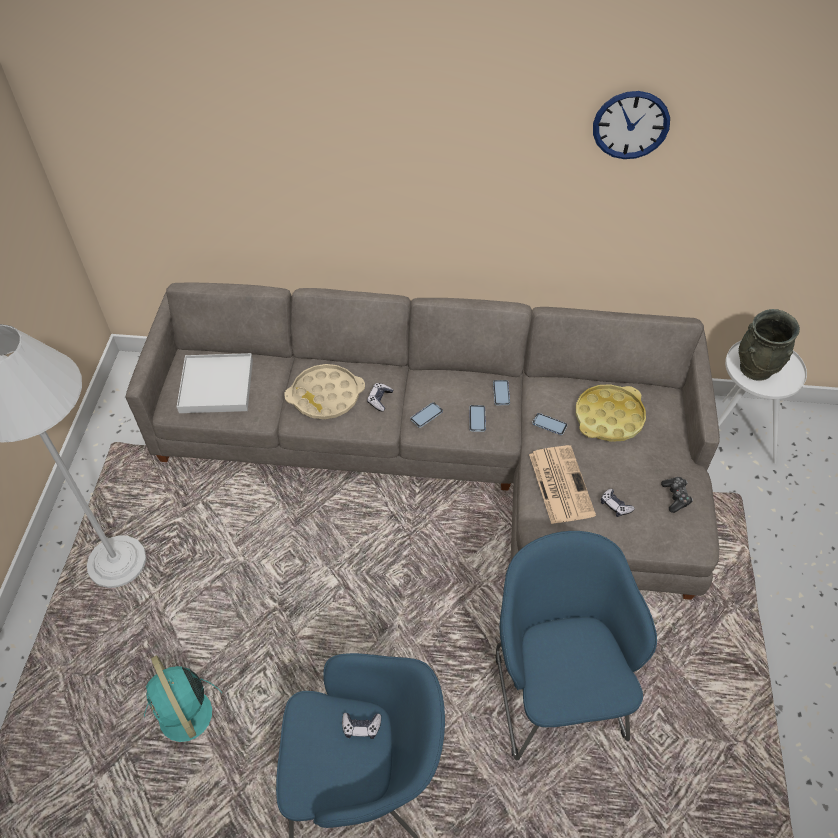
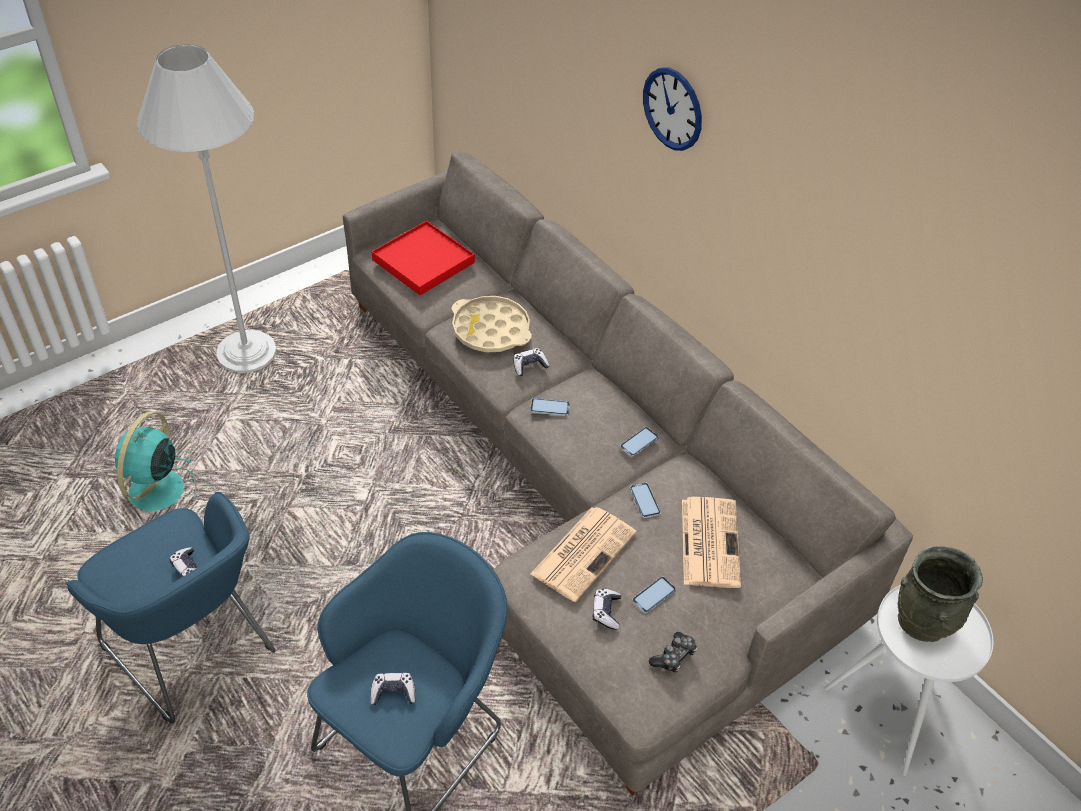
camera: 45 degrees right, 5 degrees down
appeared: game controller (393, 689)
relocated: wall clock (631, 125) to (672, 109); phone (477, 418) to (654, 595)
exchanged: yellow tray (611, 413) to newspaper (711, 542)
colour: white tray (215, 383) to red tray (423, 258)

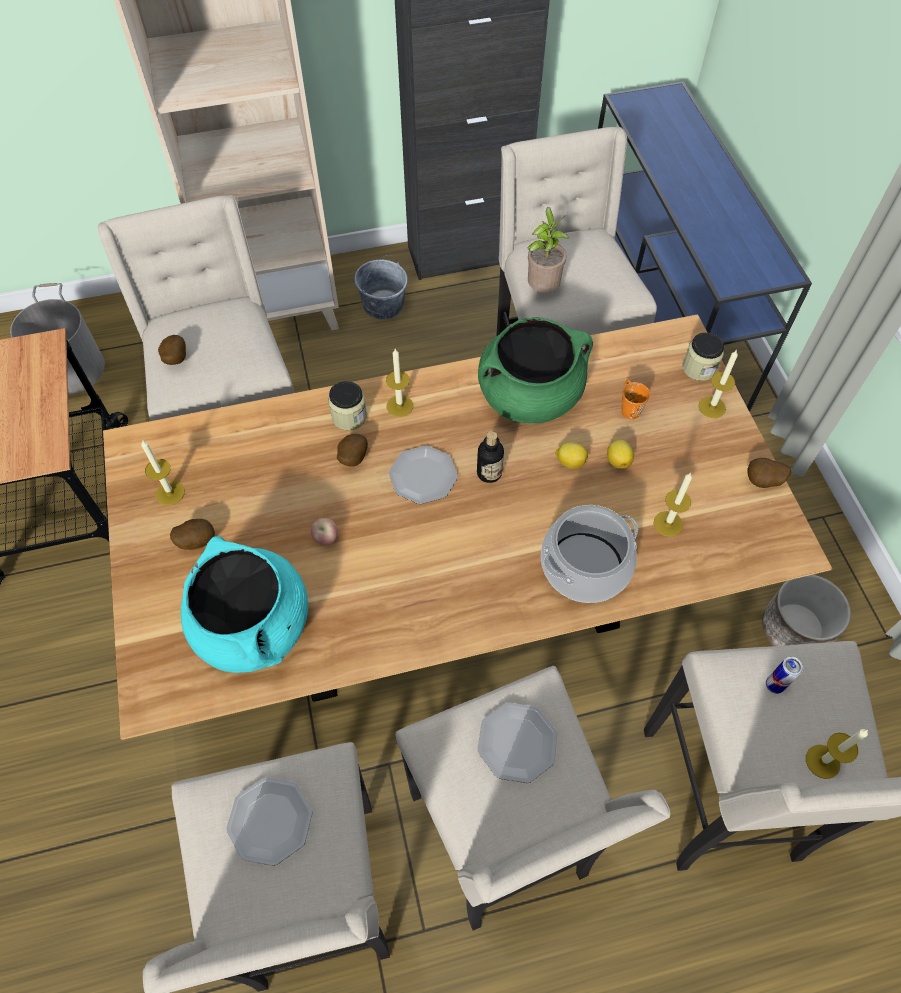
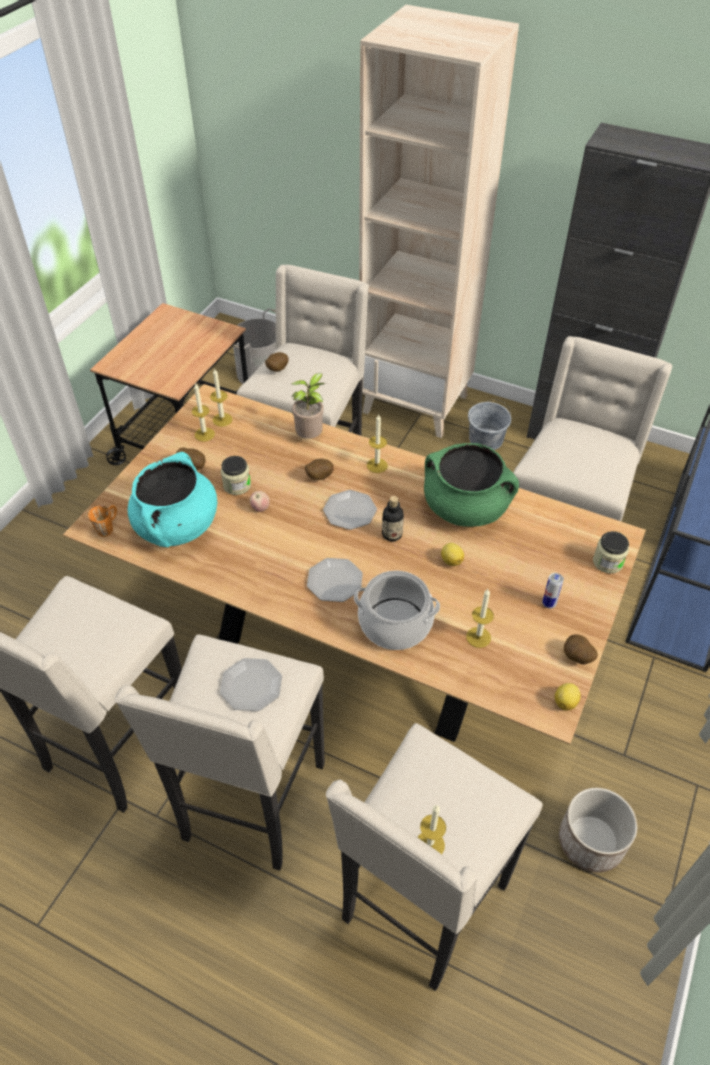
camera: 40 degrees right, 10 degrees down
relocated: potted plant (548, 250) to (308, 406); candle (718, 384) to (221, 397); orange mug (635, 399) to (102, 521); jar (347, 405) to (236, 475); lemon (620, 454) to (568, 697); can (784, 675) to (553, 590); plate (269, 821) to (335, 580)

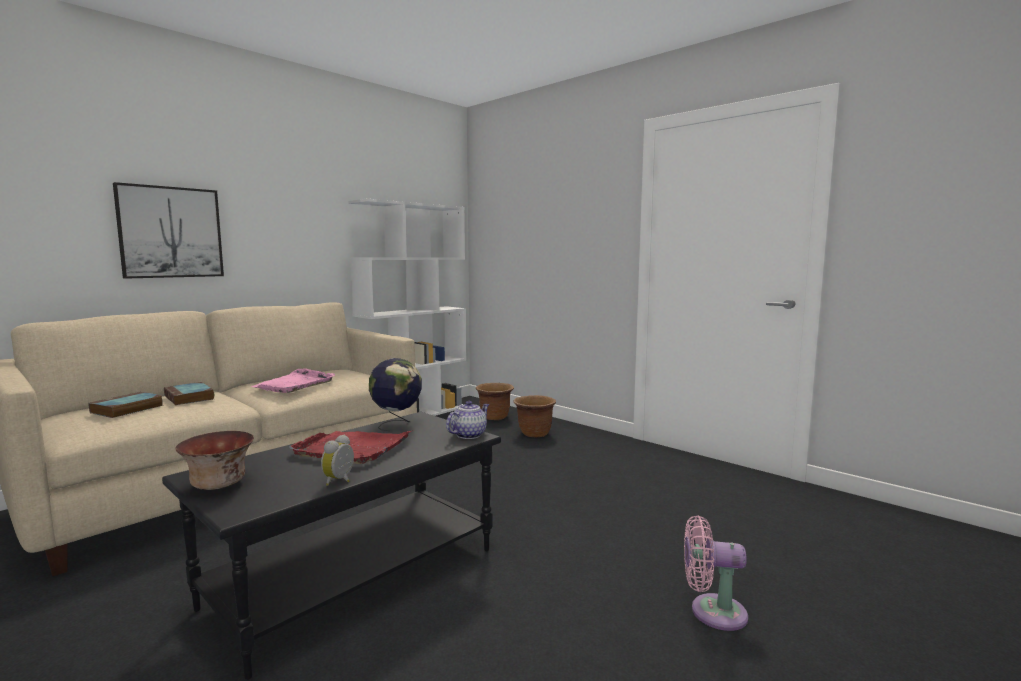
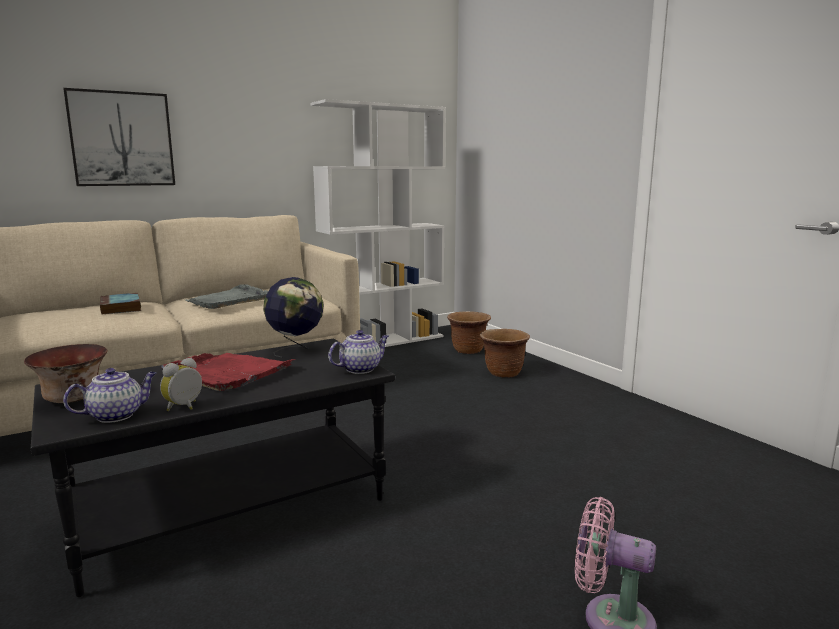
camera: 15 degrees right, 5 degrees up
missing: book (126, 405)
appeared: teapot (110, 395)
colour: pink tray (293, 380) to grey tray (226, 296)

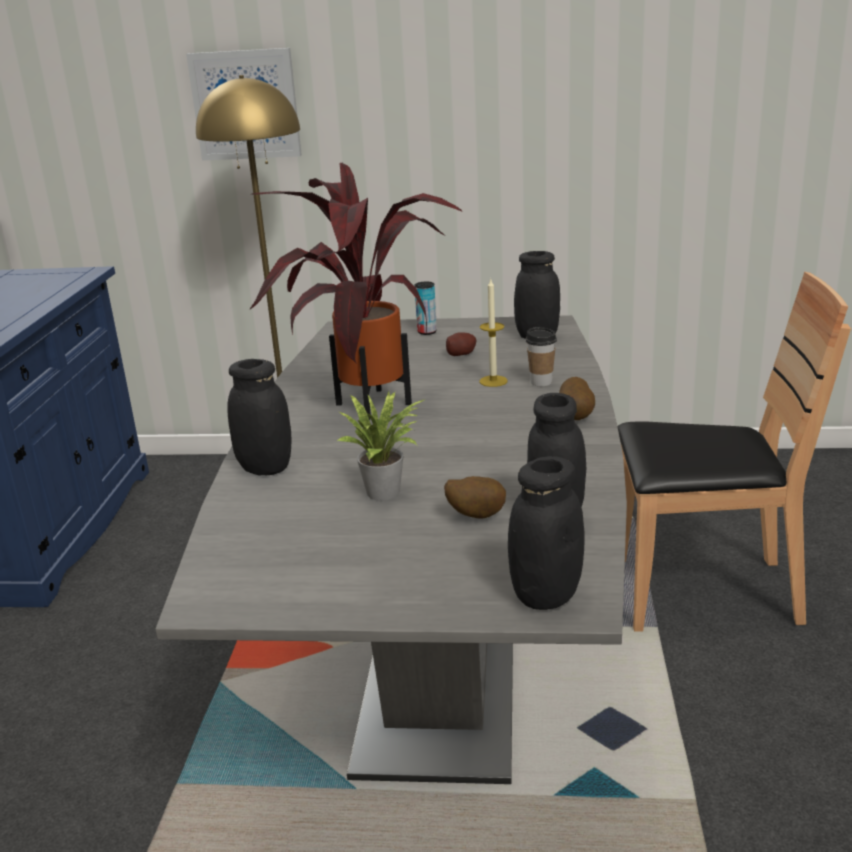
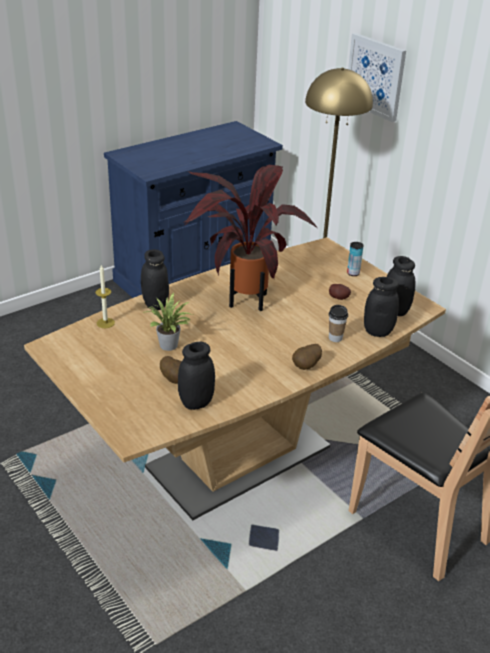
camera: 45 degrees right, 10 degrees up
relocated: candle (493, 332) to (105, 296); black jar (546, 533) to (381, 307)
colour: grey dining table (391, 549) to brown dining table (235, 378)

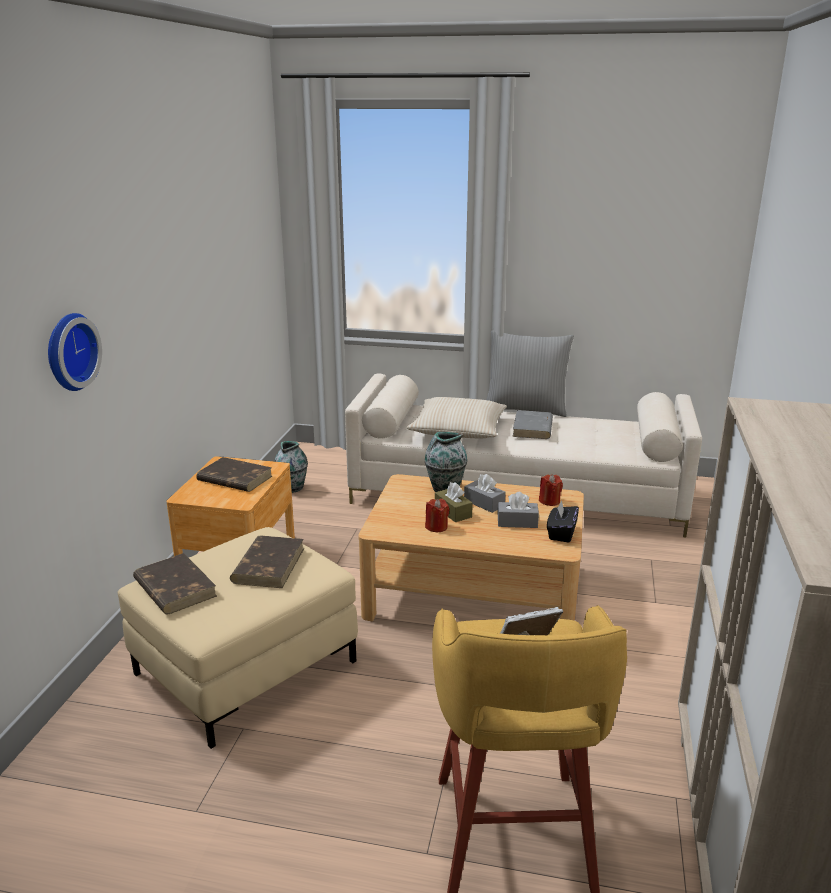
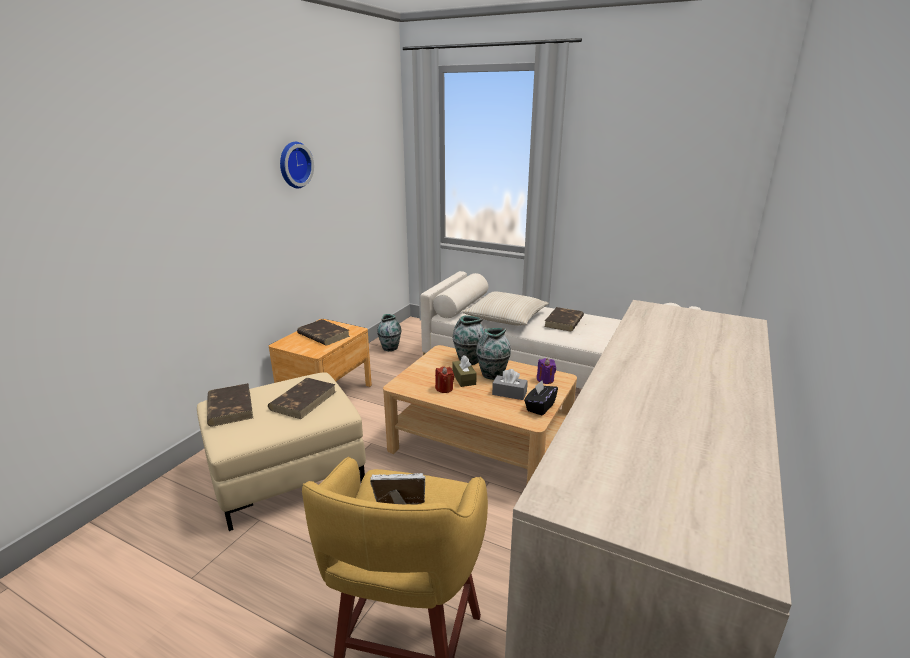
camera: 15 degrees right, 0 degrees up
missing: grey pillow (530, 373)
relocated: wall clock (75, 352) to (297, 165)
exchanged: grey tissue box (485, 493) to vase (493, 354)
colour: grey book (532, 424) to brown book (564, 319); red candle (551, 490) to purple candle (546, 371)

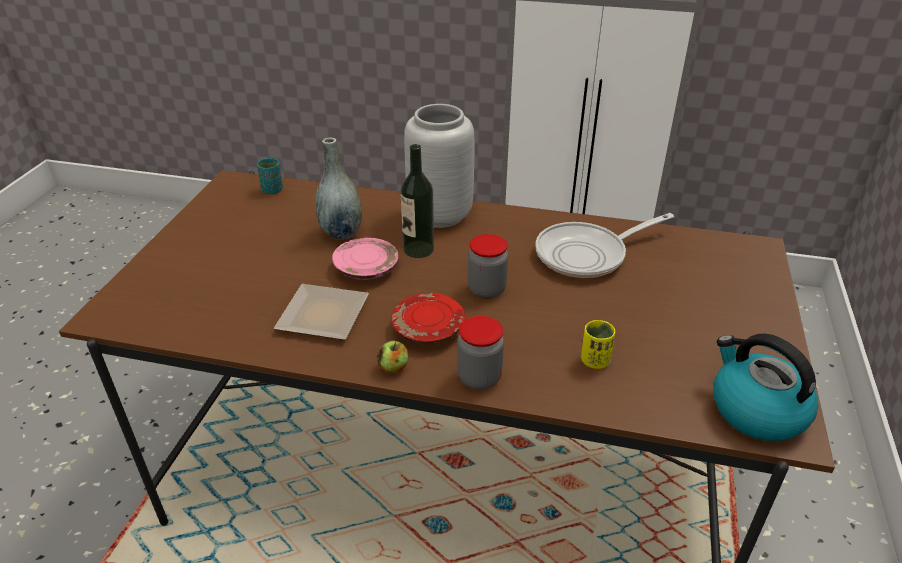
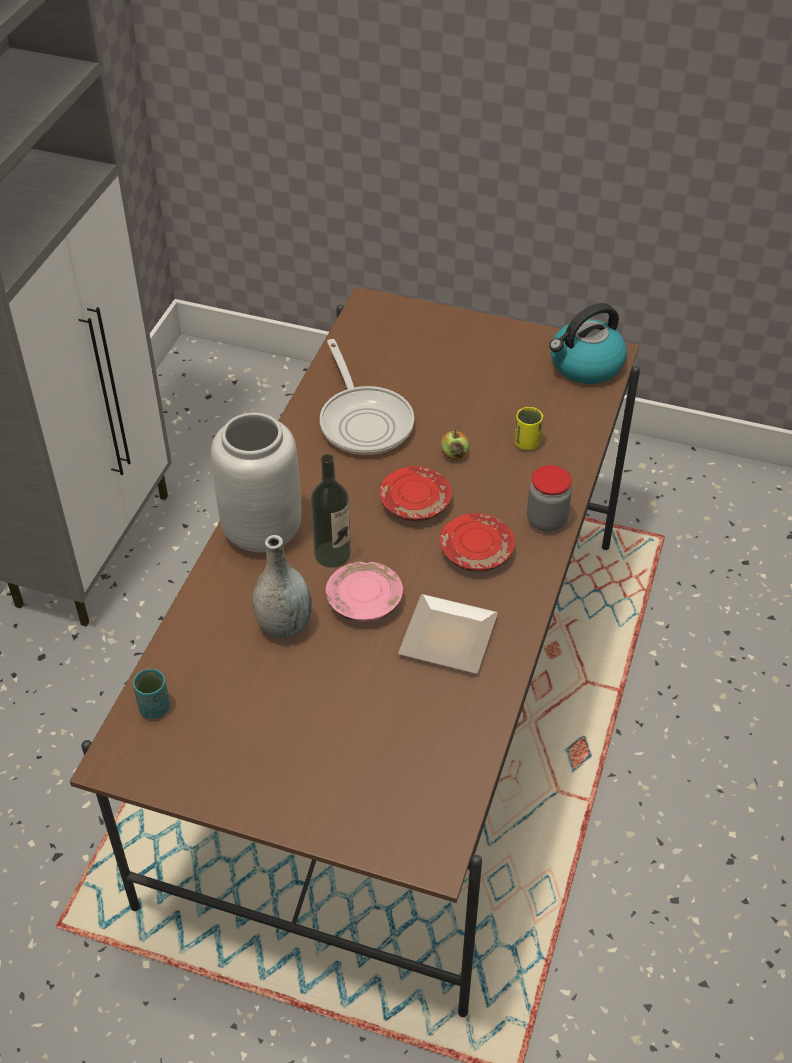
camera: 85 degrees left, 10 degrees up
relocated: apple (393, 357) to (455, 445)
exchanged: jar (488, 266) to red plate (415, 493)

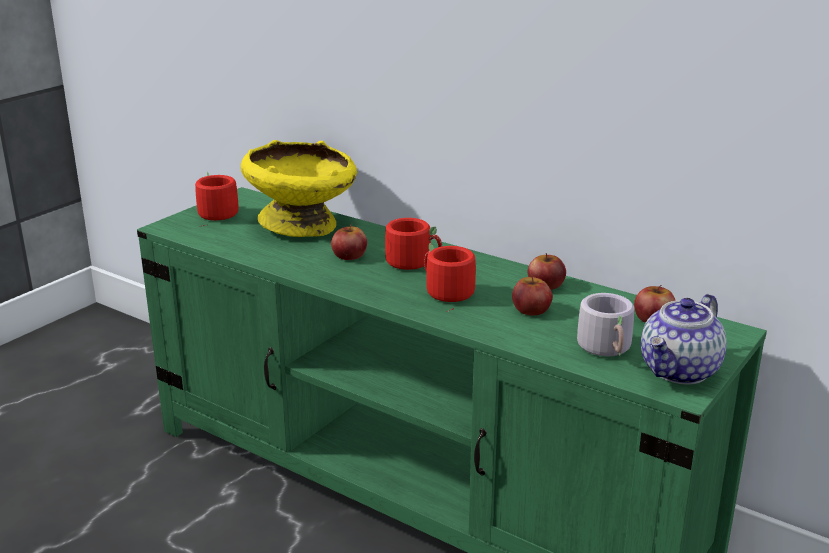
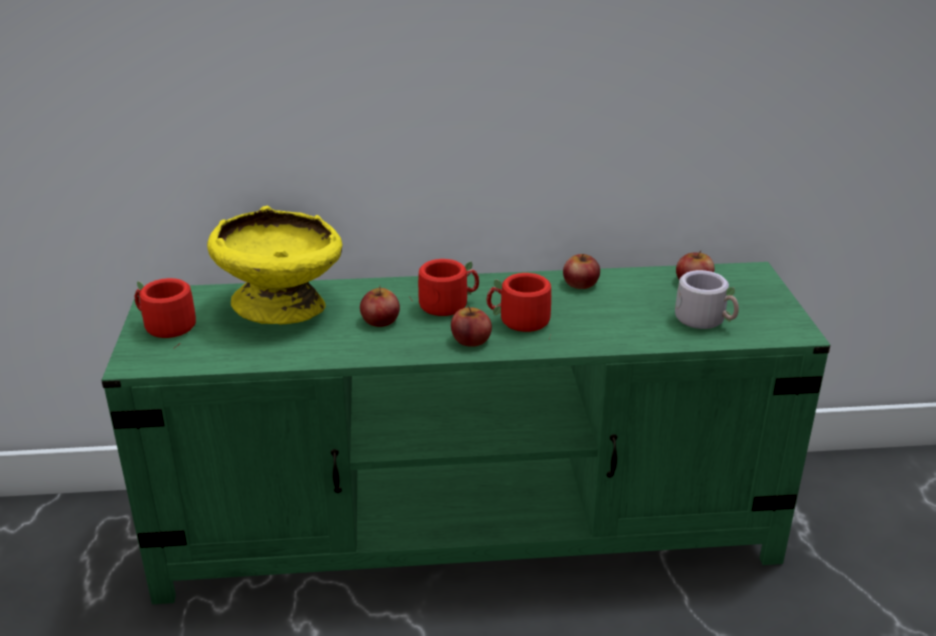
camera: 40 degrees left, 5 degrees up
missing: teapot (684, 339)
relocated: apple (532, 294) to (471, 326)

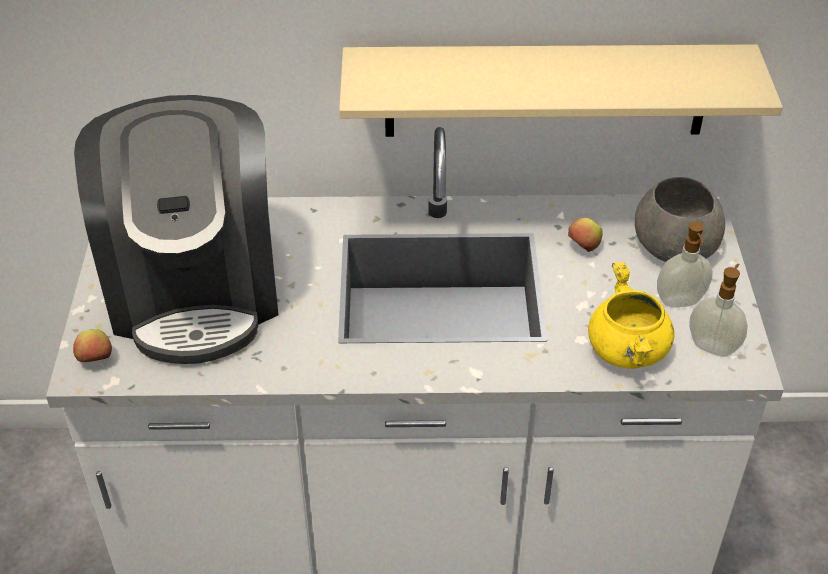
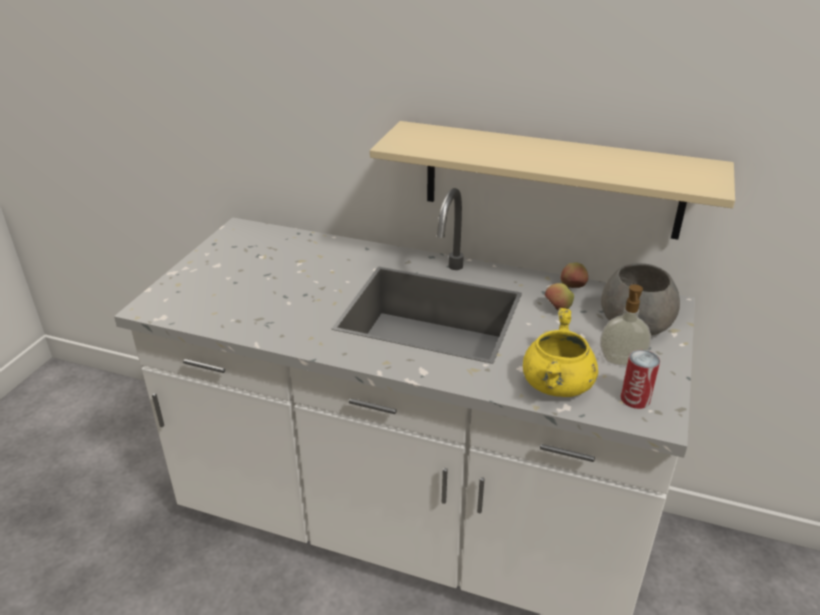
camera: 20 degrees right, 10 degrees down
missing: coffee machine (176, 229)
relocated: apple (92, 345) to (574, 275)
exchanged: soap dispenser (718, 310) to can (640, 379)

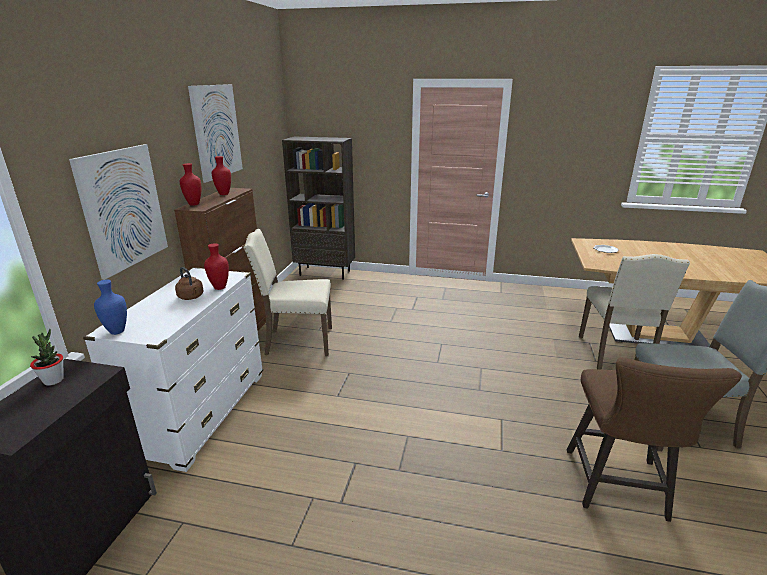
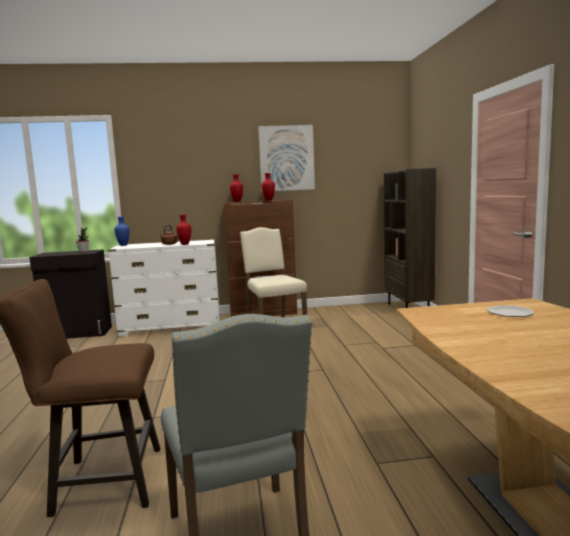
camera: 70 degrees right, 15 degrees down
missing: picture (118, 212); beige chair (634, 312)

